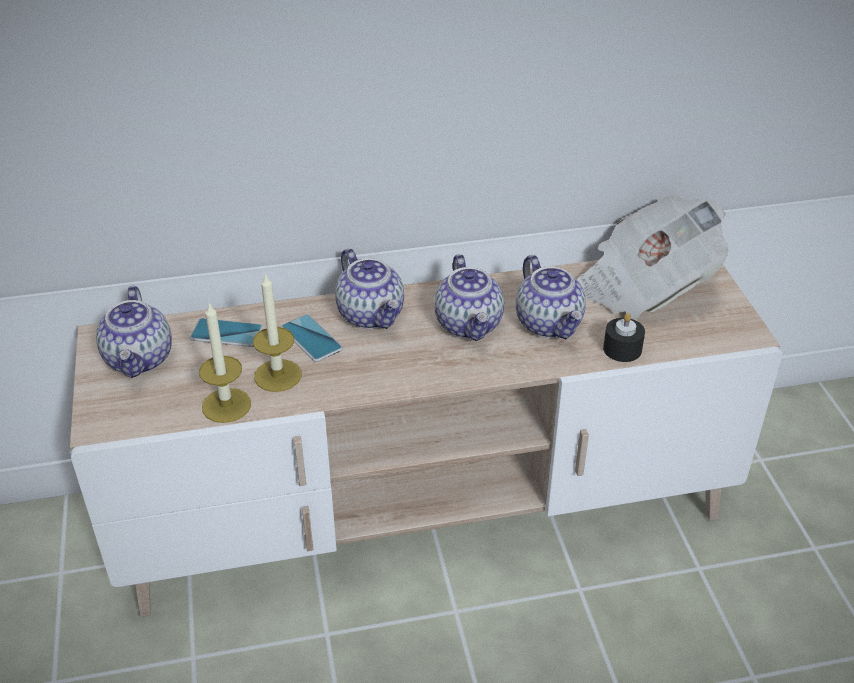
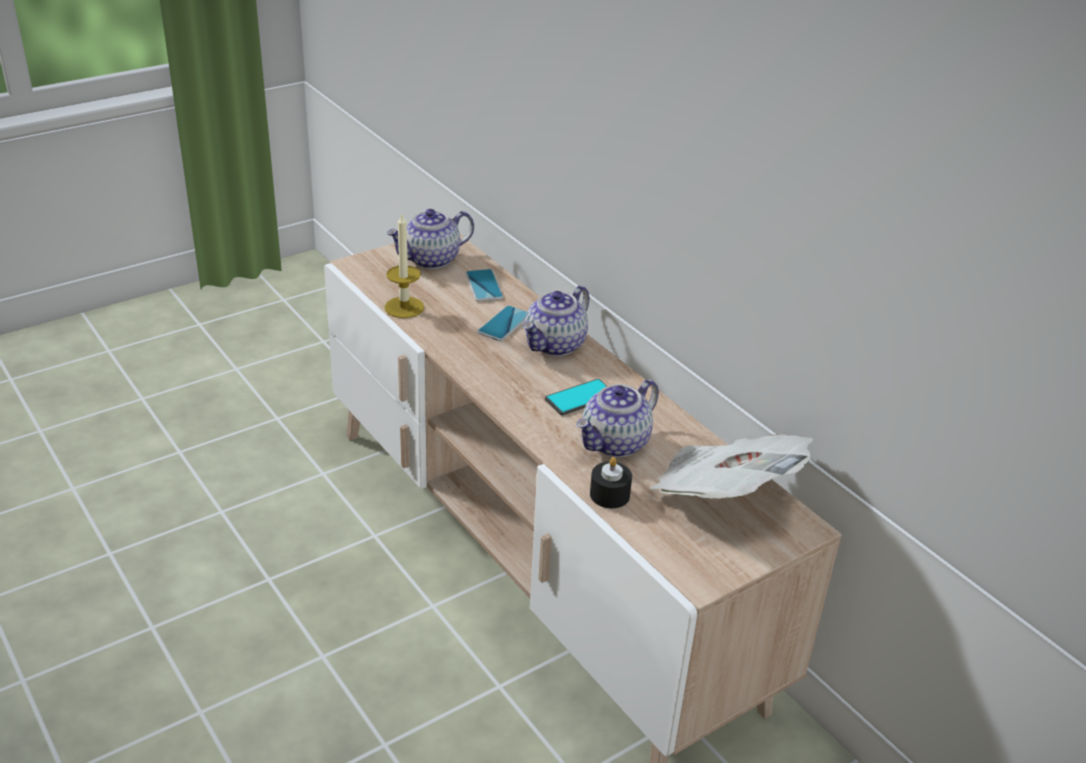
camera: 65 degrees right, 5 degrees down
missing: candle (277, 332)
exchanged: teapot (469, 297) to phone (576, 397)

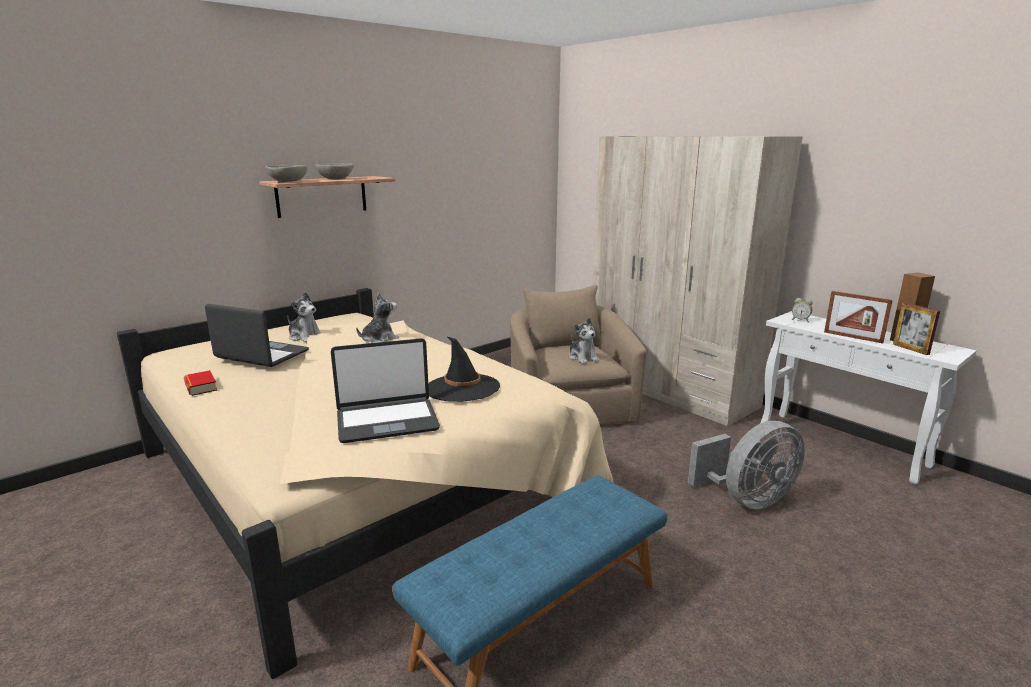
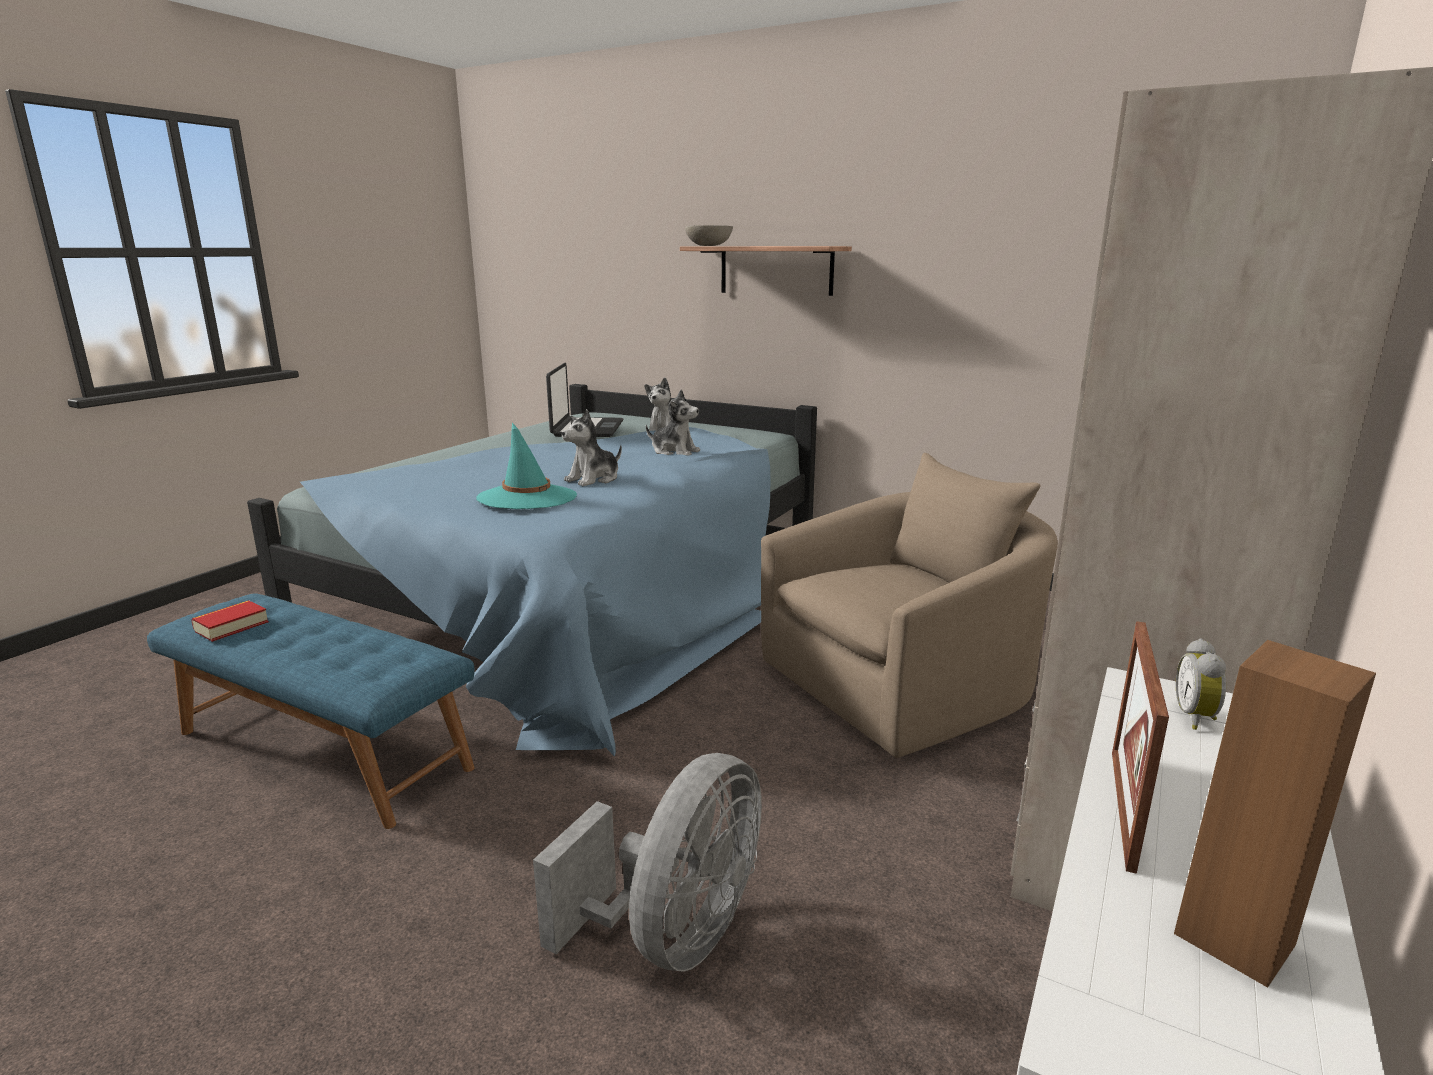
camera: 70 degrees right, 0 degrees up
missing: grey bowl (334, 171); picture frame (916, 328); laptop (385, 390)
relocated: plush toy (584, 341) to (592, 447); book (200, 383) to (230, 621)
colour: beige bed (365, 483) to blue bed (532, 570); black hat (464, 369) to turquoise hat (526, 466)
spun: grey fan (746, 465) = (647, 862) 105 degrees counterclockwise

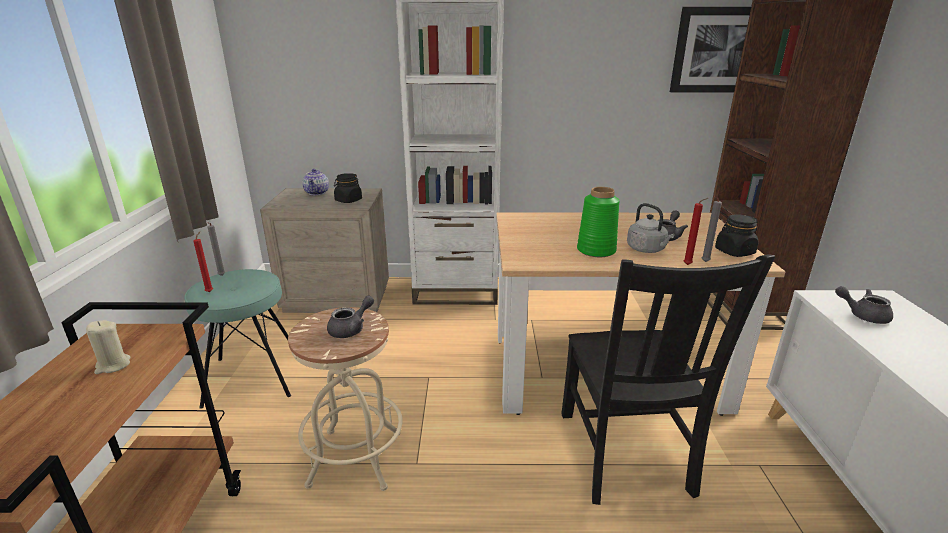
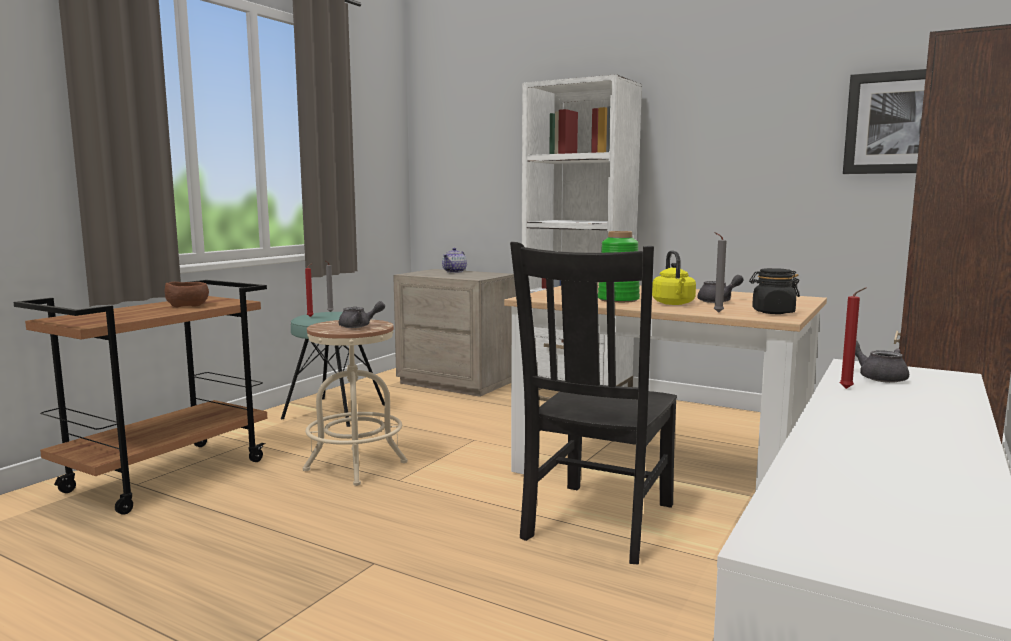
camera: 30 degrees right, 15 degrees down
missing: black jar (348, 188)
relocated: red candle (696, 231) to (853, 338)
exchanged: beige candle (108, 347) to brown bowl (187, 294)
colour: grey kettle (651, 228) to yellow kettle (674, 277)

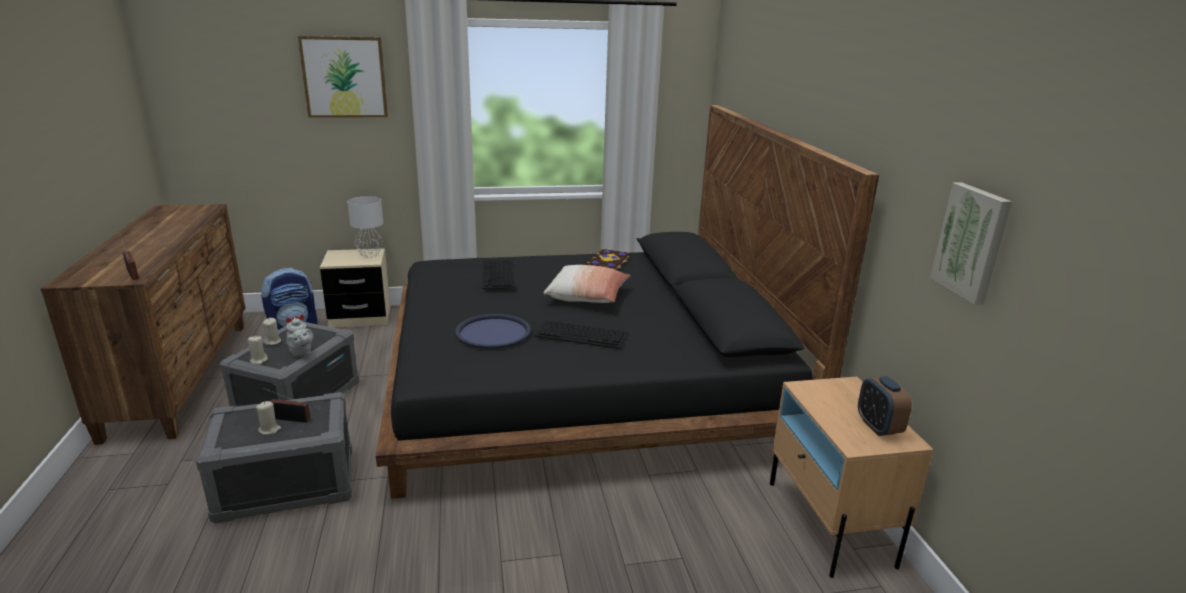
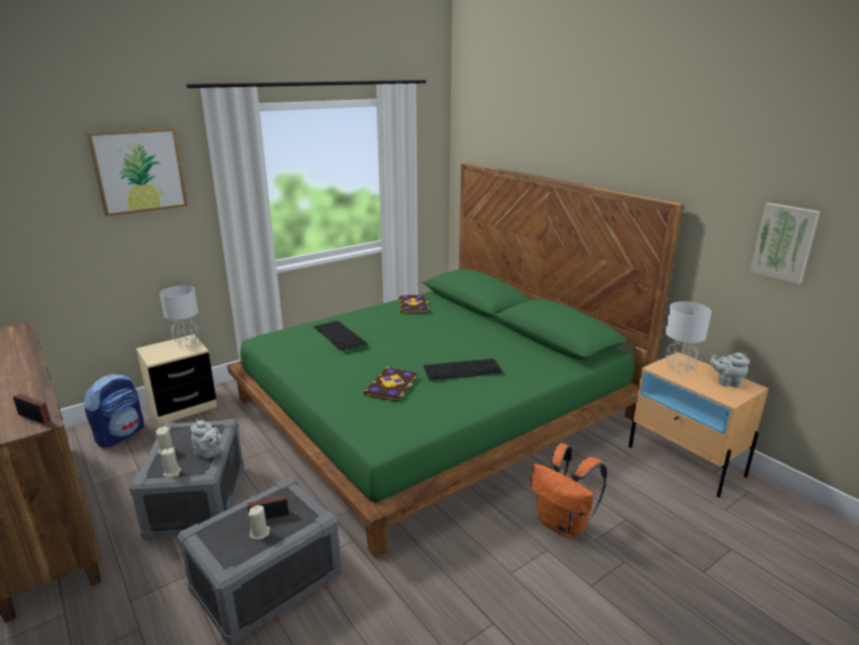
camera: 25 degrees left, 0 degrees up
missing: pillow (587, 284)
appeared: grey table lamp (688, 337); orange backpack (568, 490)
exchanged: blue tray (493, 331) to book (390, 384); alarm clock (885, 406) to grey teapot (730, 369)
colour: black bed (627, 302) to green bed (455, 360)

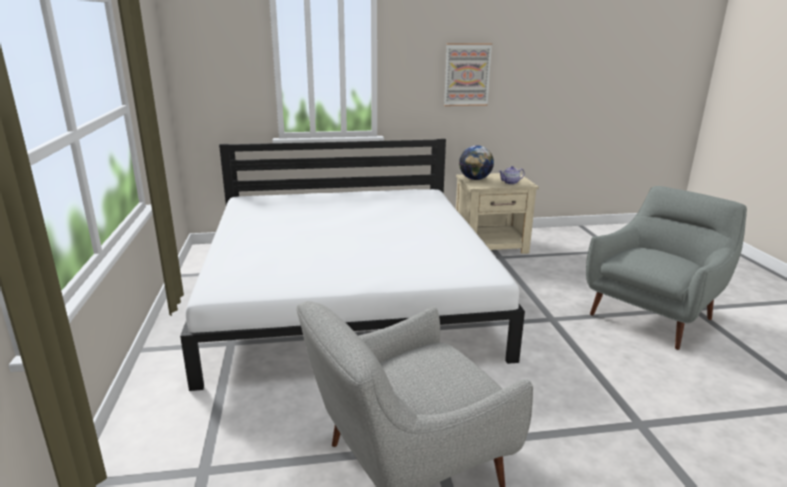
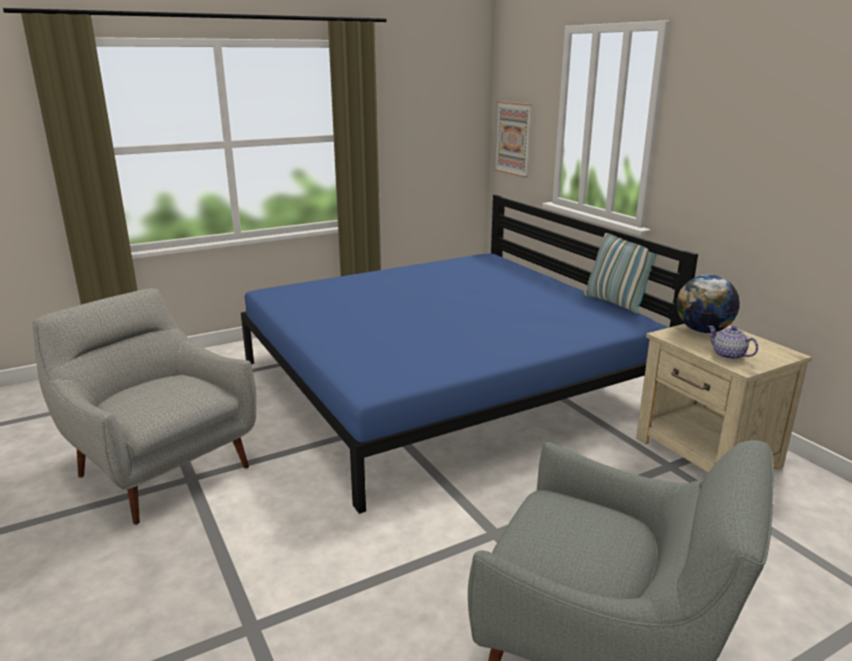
camera: 70 degrees right, 0 degrees up
appeared: pillow (620, 273)
relocated: picture (468, 74) to (513, 139)
colour: white bed (352, 265) to blue bed (469, 354)

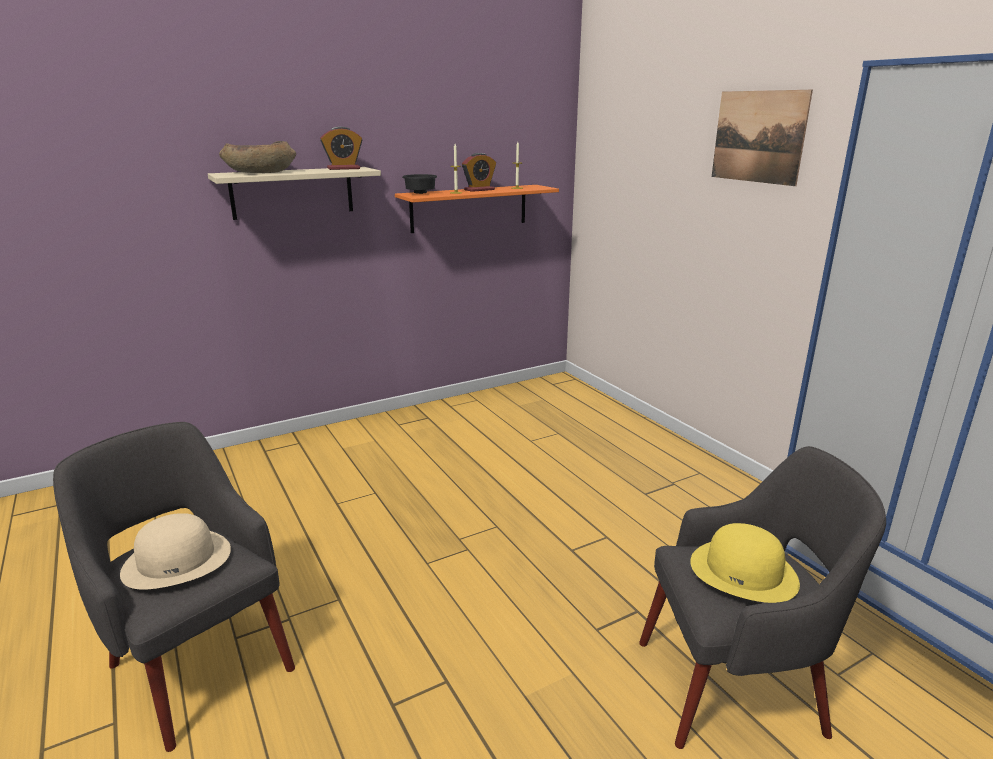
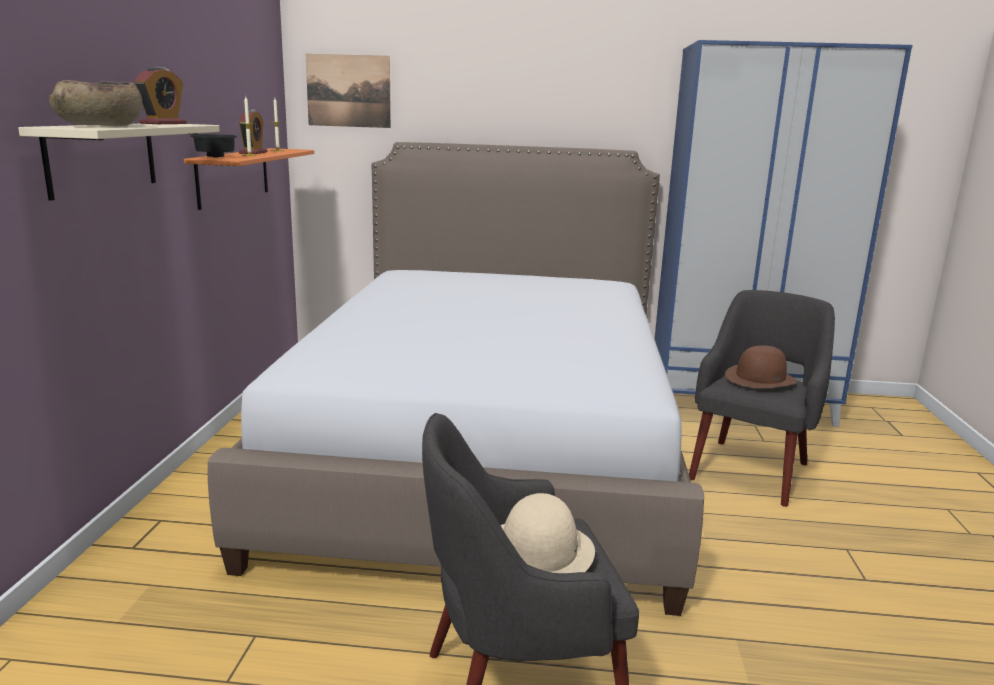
camera: 55 degrees left, 5 degrees down
appeared: bed (456, 379)
relocated: picture (762, 138) to (348, 91)
colour: yellow hat (745, 563) to brown hat (761, 366)

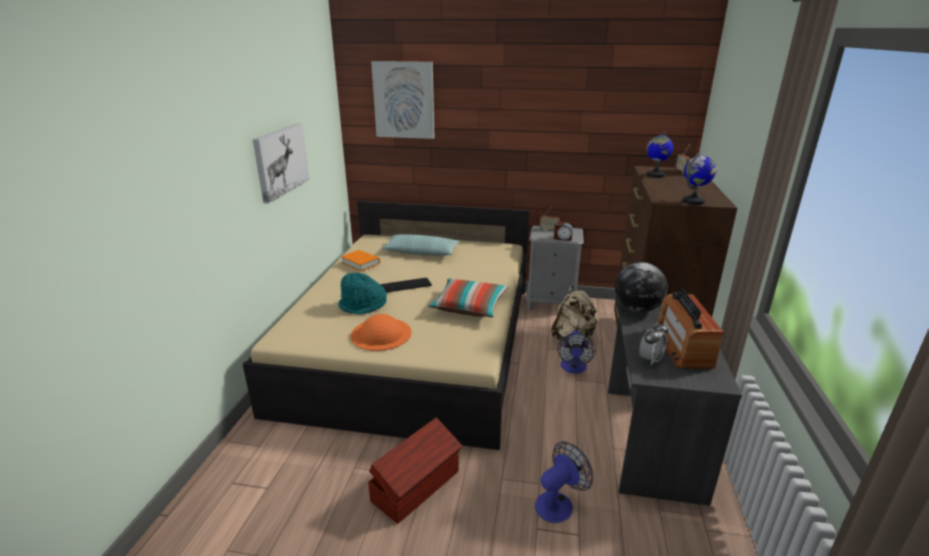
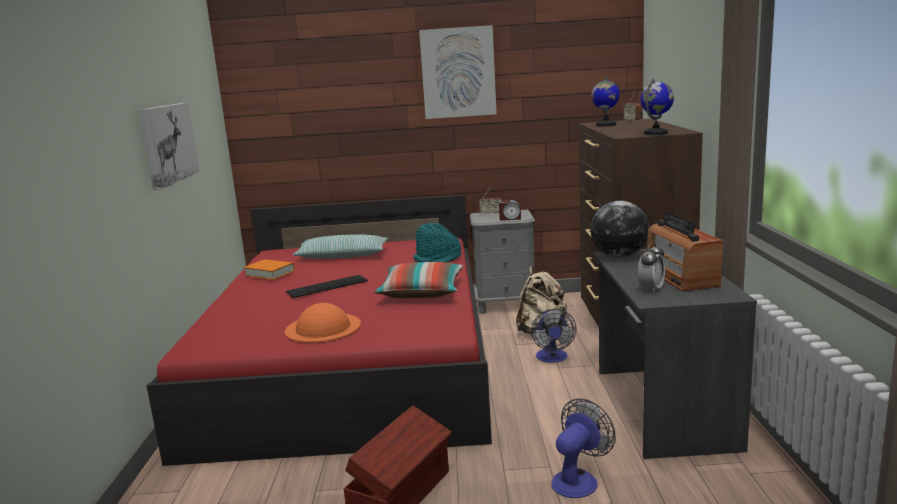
camera: 10 degrees left, 10 degrees down
relocated: picture (402, 100) to (458, 72); turquoise hat (362, 293) to (437, 242)
colour: beige bed (386, 325) to red bed (319, 330)

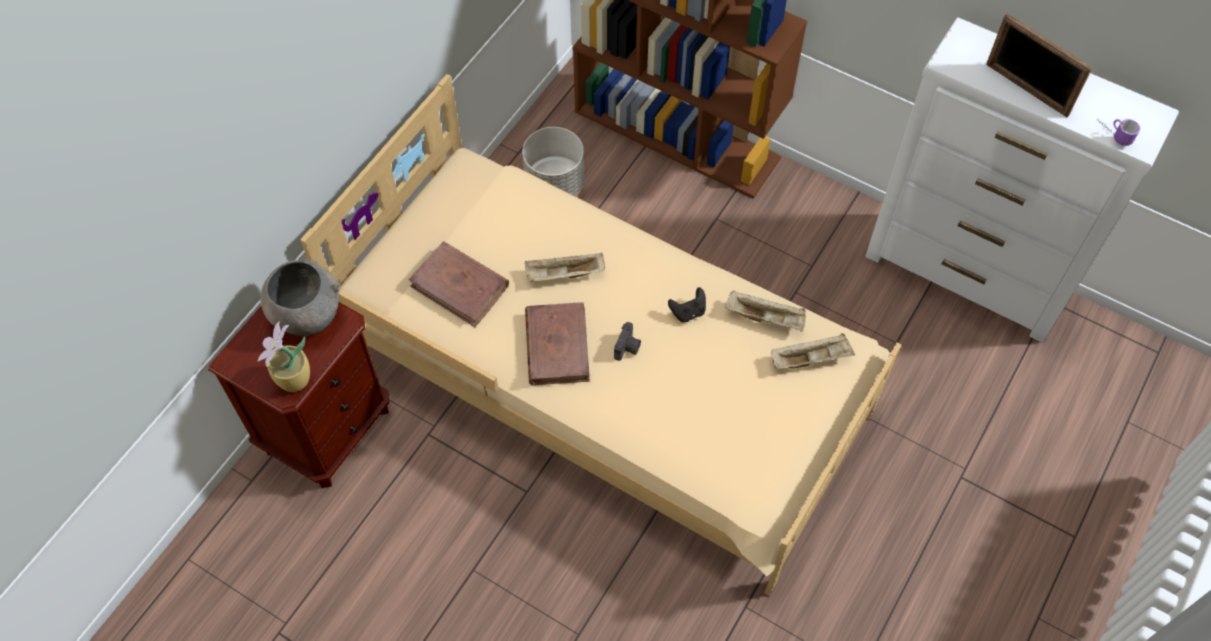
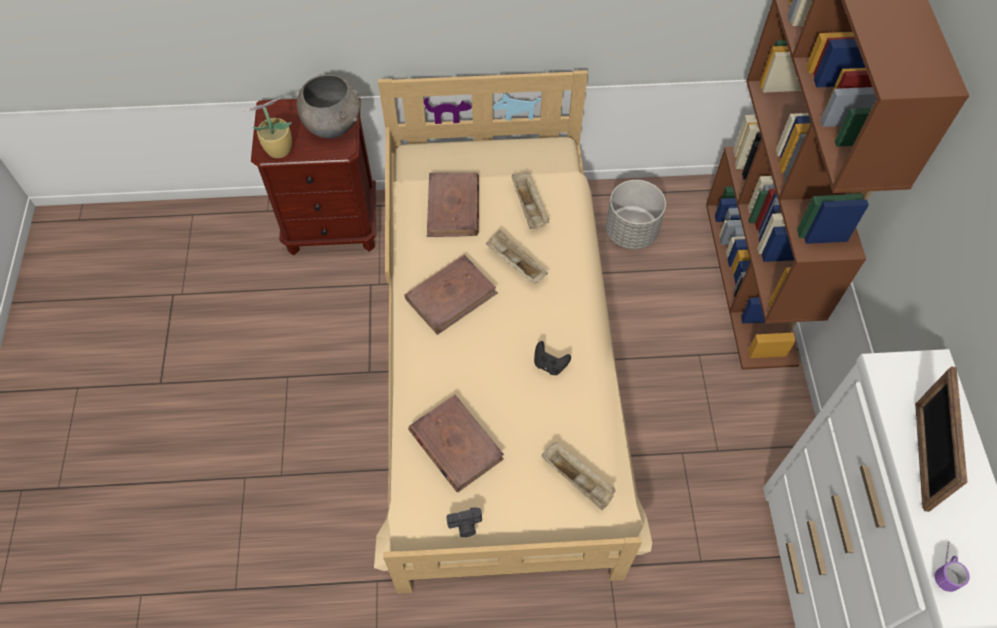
camera: 55 degrees right, 0 degrees up
appeared: brown book (456, 443)
relocated: beige tray (765, 311) to (530, 200); photo camera (627, 341) to (464, 522)

